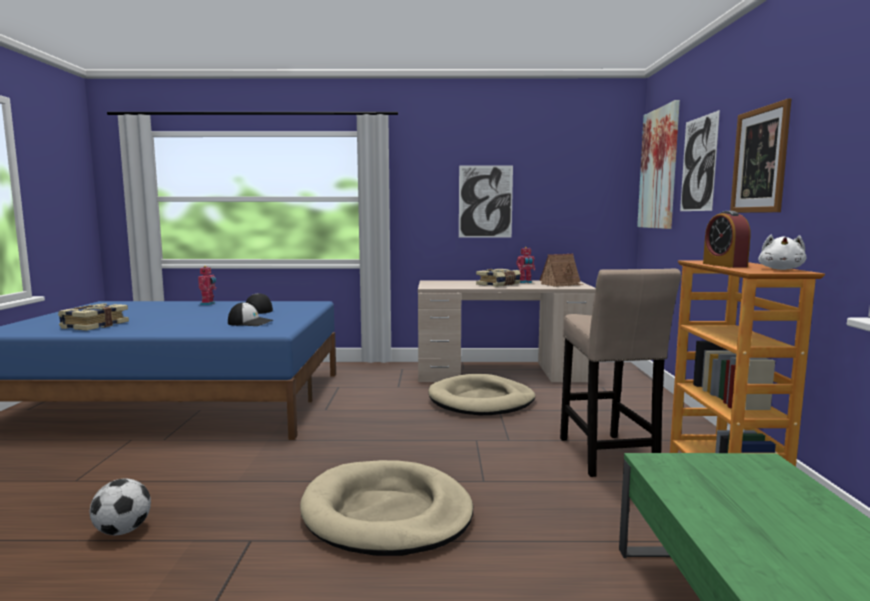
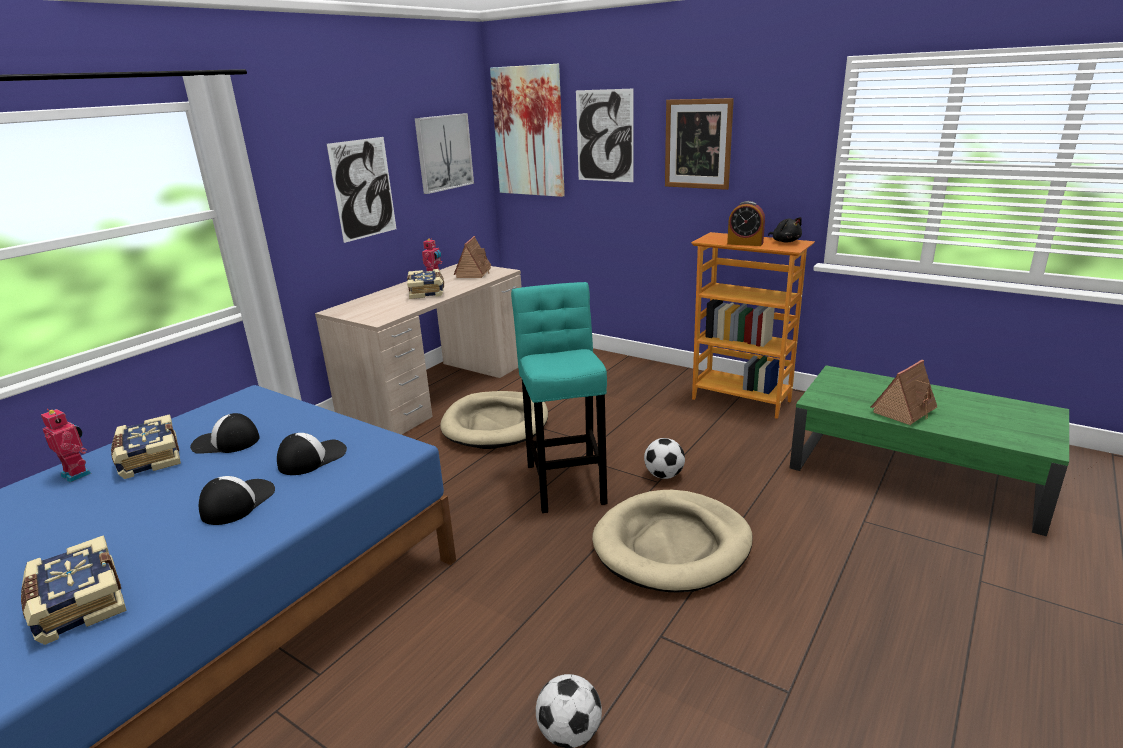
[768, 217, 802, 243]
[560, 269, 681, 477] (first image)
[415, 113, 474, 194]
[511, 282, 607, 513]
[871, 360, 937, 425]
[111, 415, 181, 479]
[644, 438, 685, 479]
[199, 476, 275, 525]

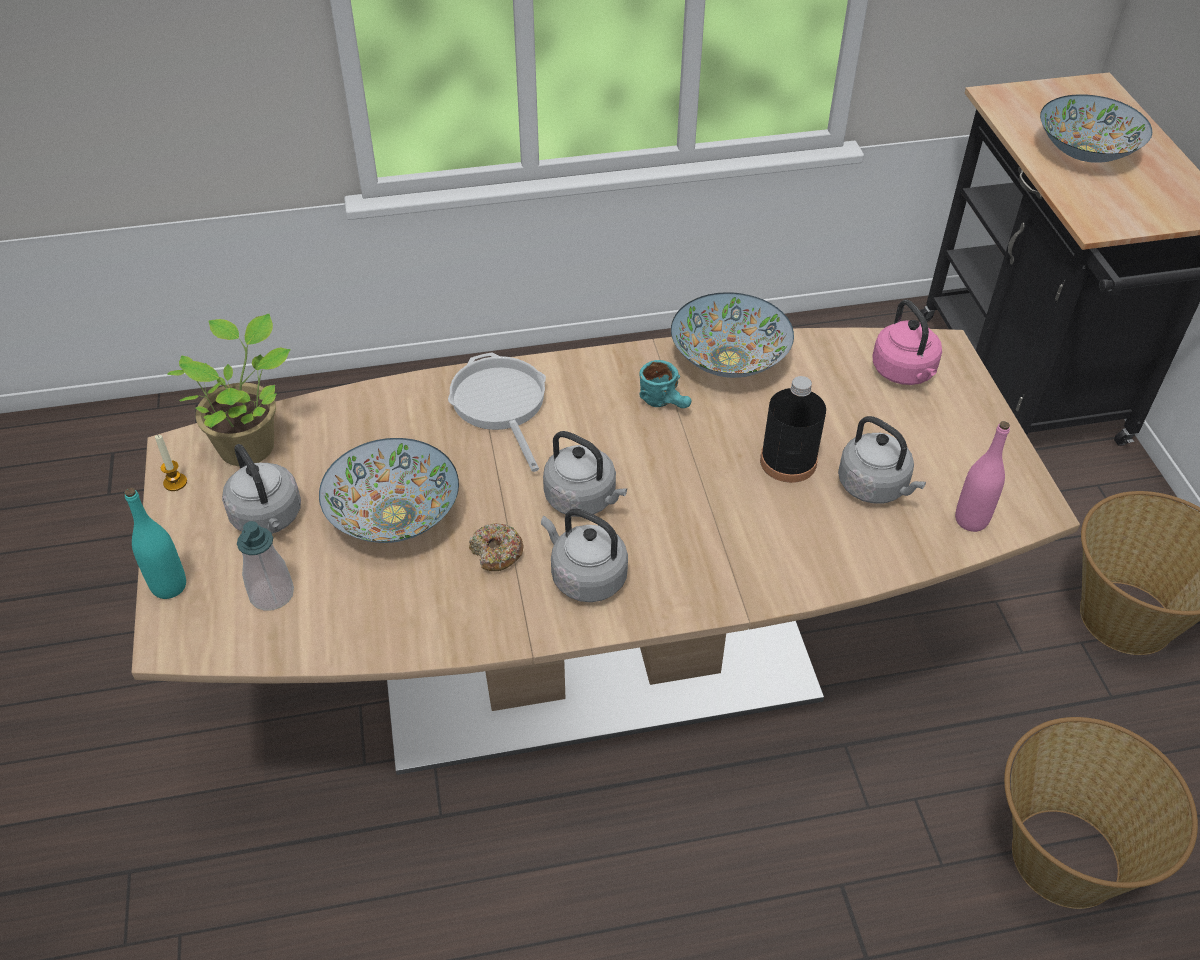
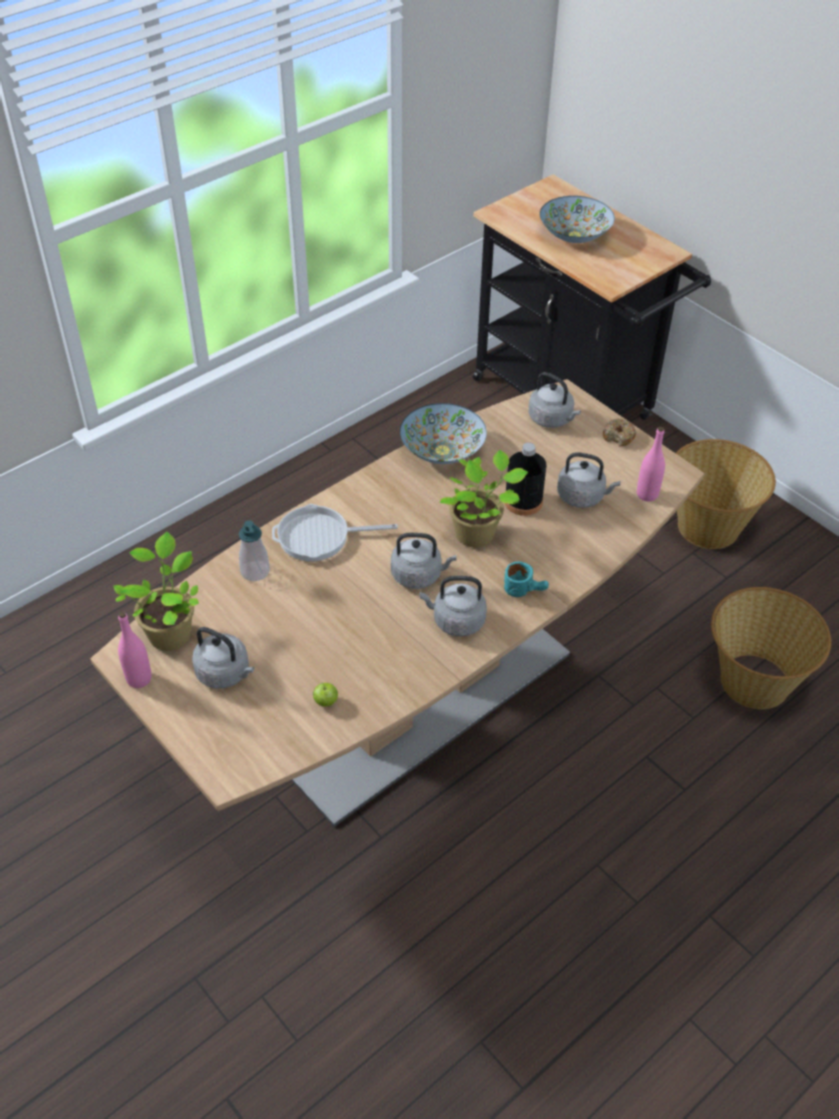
[528, 372, 581, 428]
[272, 504, 398, 561]
[504, 561, 549, 597]
[118, 611, 151, 688]
[319, 438, 459, 543] (first image)
[125, 488, 186, 599] (first image)
[239, 520, 270, 581]
[603, 419, 636, 446]
[440, 450, 528, 547]
[313, 683, 338, 707]

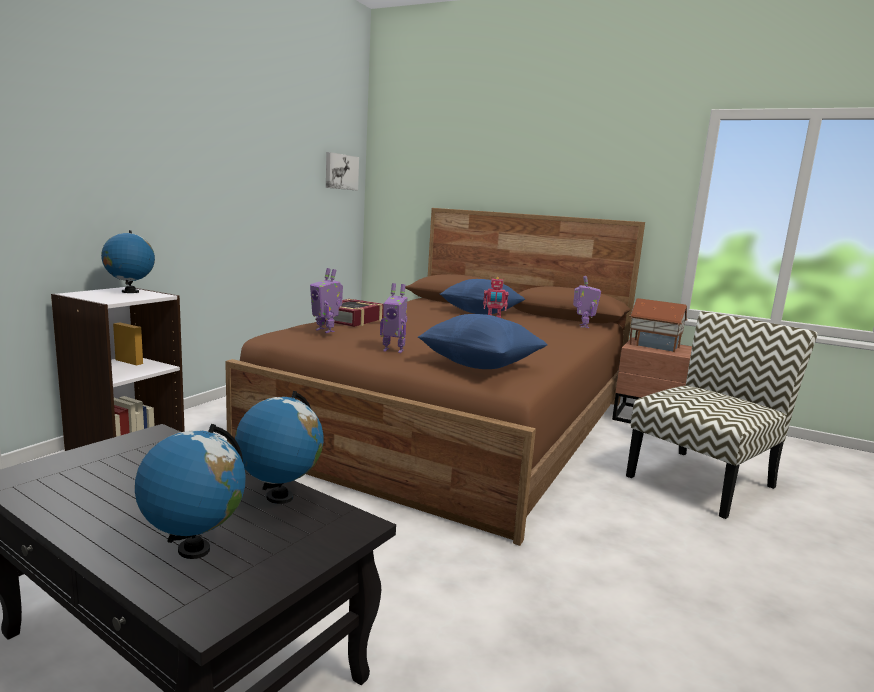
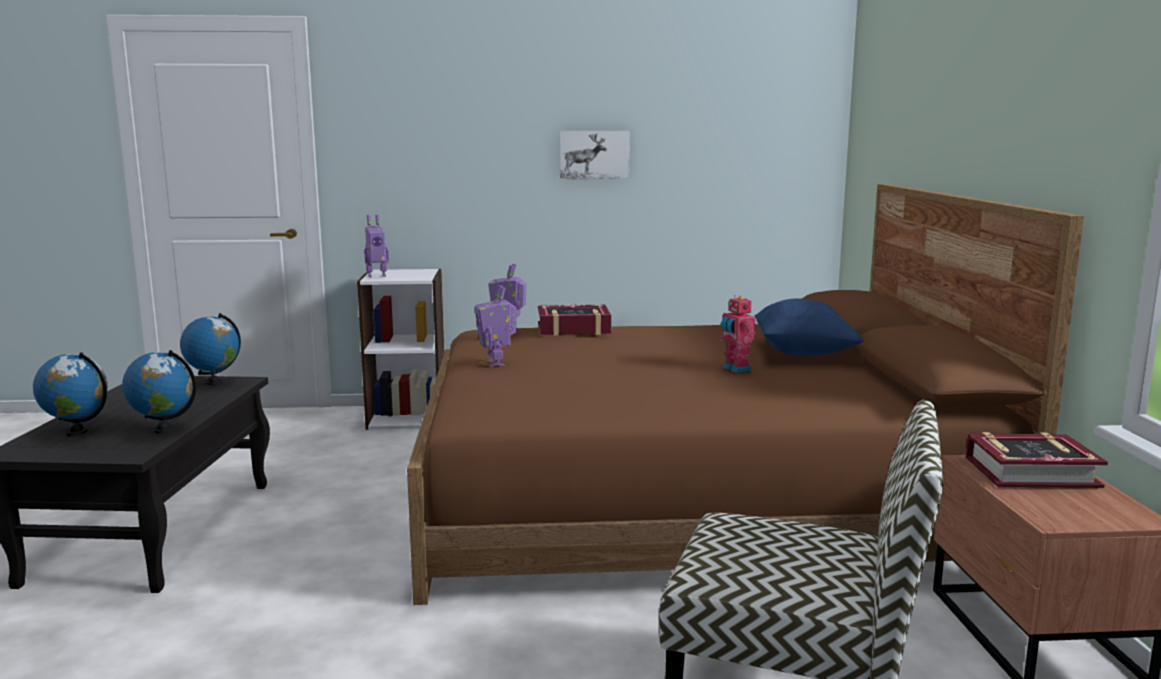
[560, 131, 630, 179]
[180, 313, 241, 385]
[364, 215, 389, 278]
[966, 432, 1108, 488]
[418, 314, 548, 369] (first image)

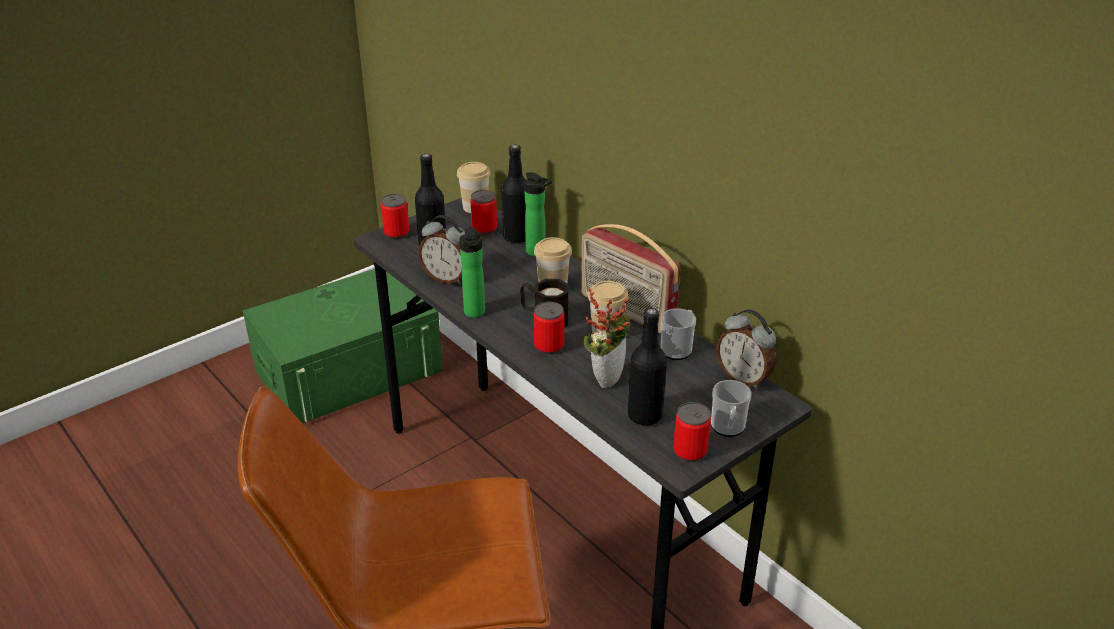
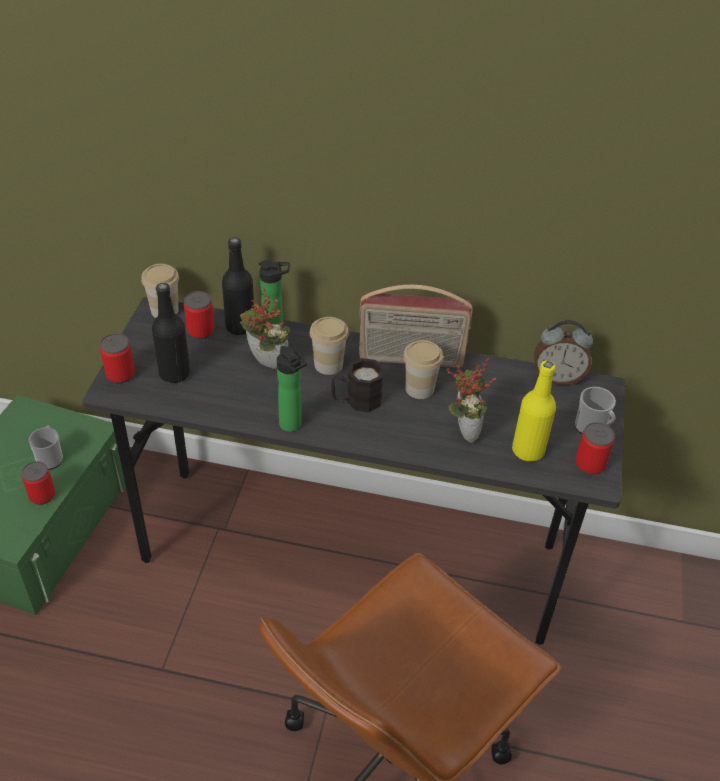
[418, 215, 465, 285] (first image)
[22, 461, 55, 505]
[512, 360, 556, 462]
[29, 425, 63, 470]
[240, 287, 290, 369]

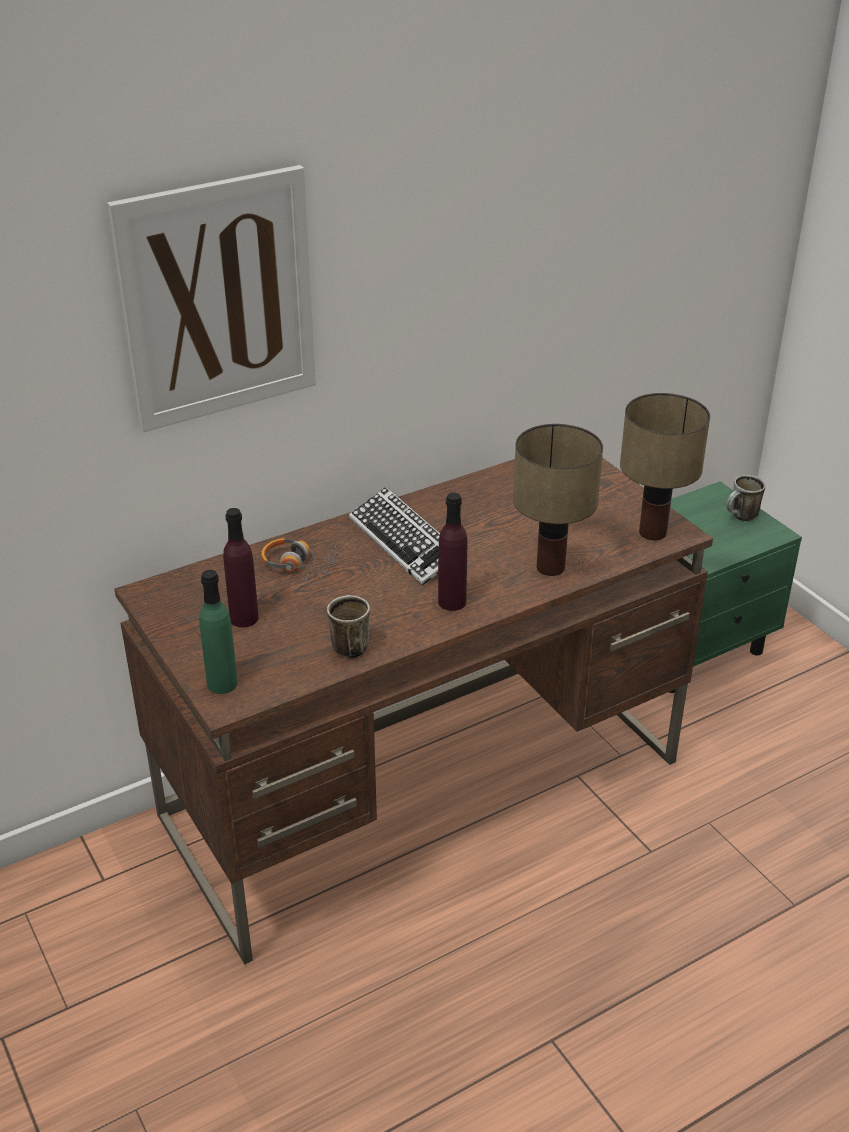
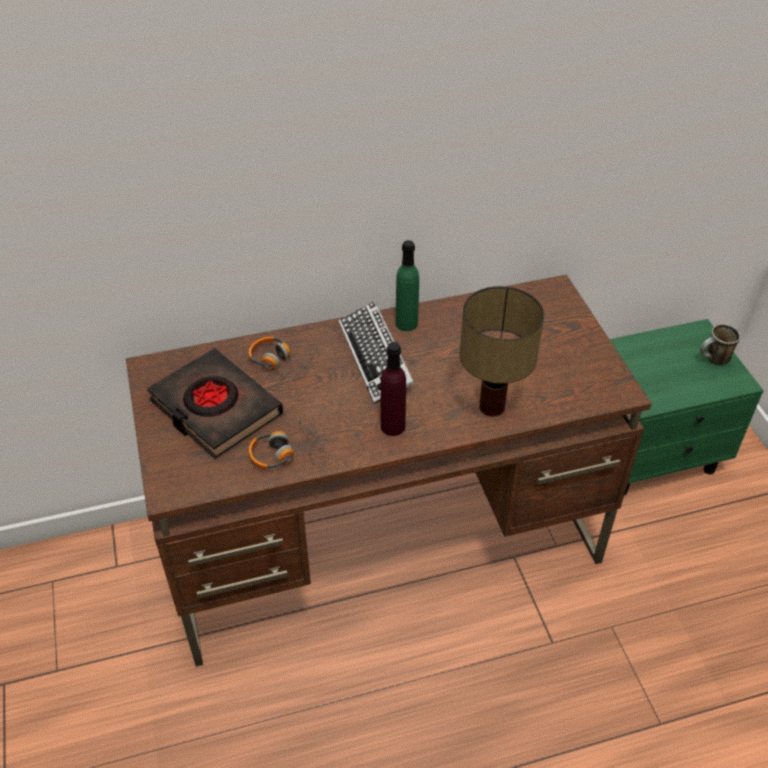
[107, 165, 316, 432] (first image)
[620, 393, 710, 540] (first image)
[147, 348, 283, 459]
[396, 240, 419, 331]
[249, 418, 329, 469]

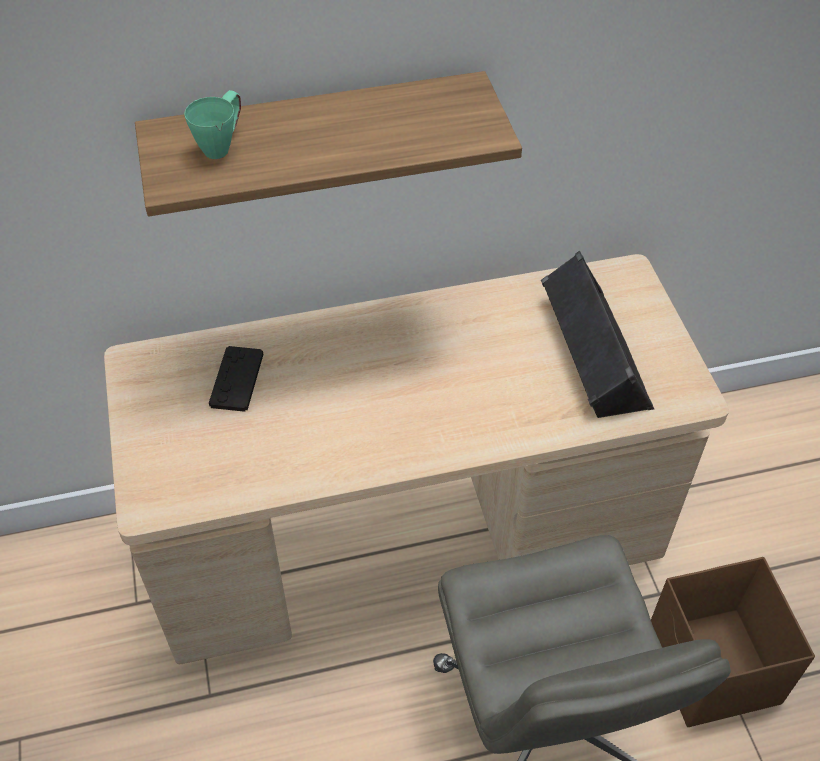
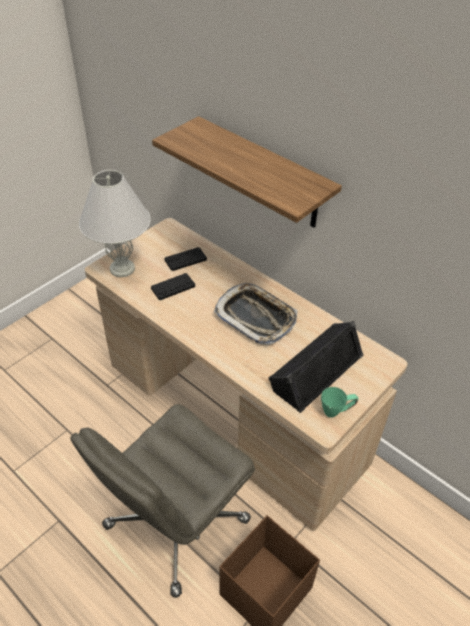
[321, 387, 359, 418]
[79, 170, 150, 277]
[151, 273, 195, 300]
[214, 283, 298, 345]

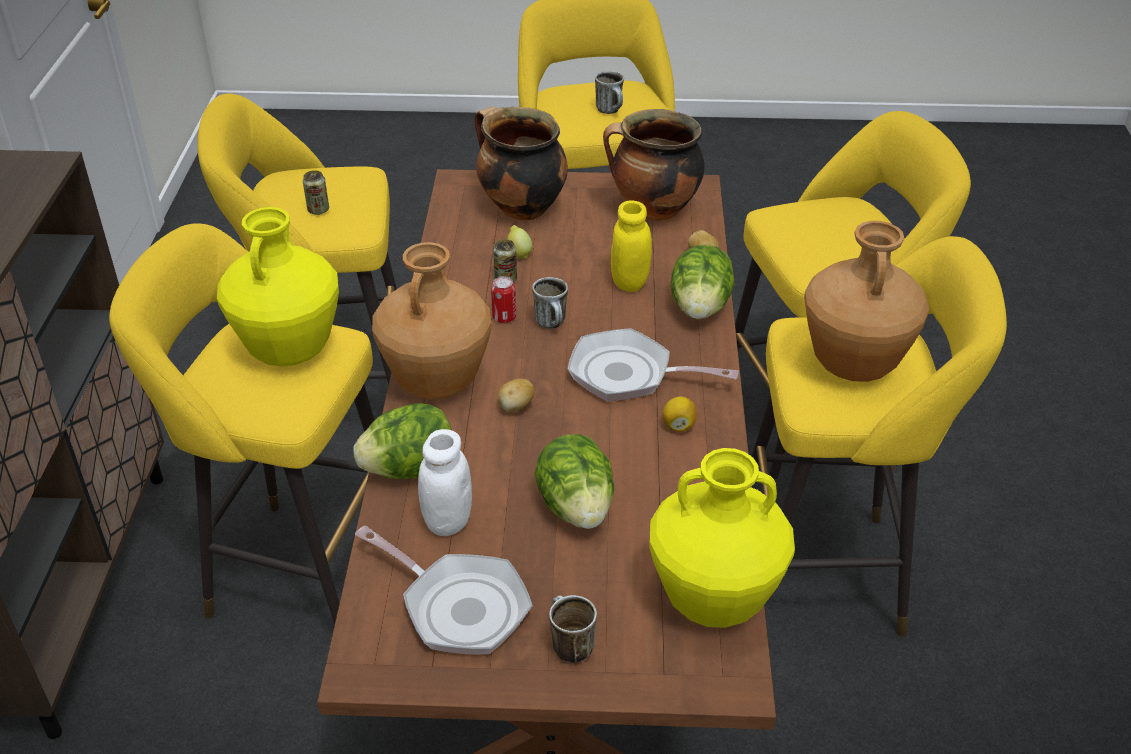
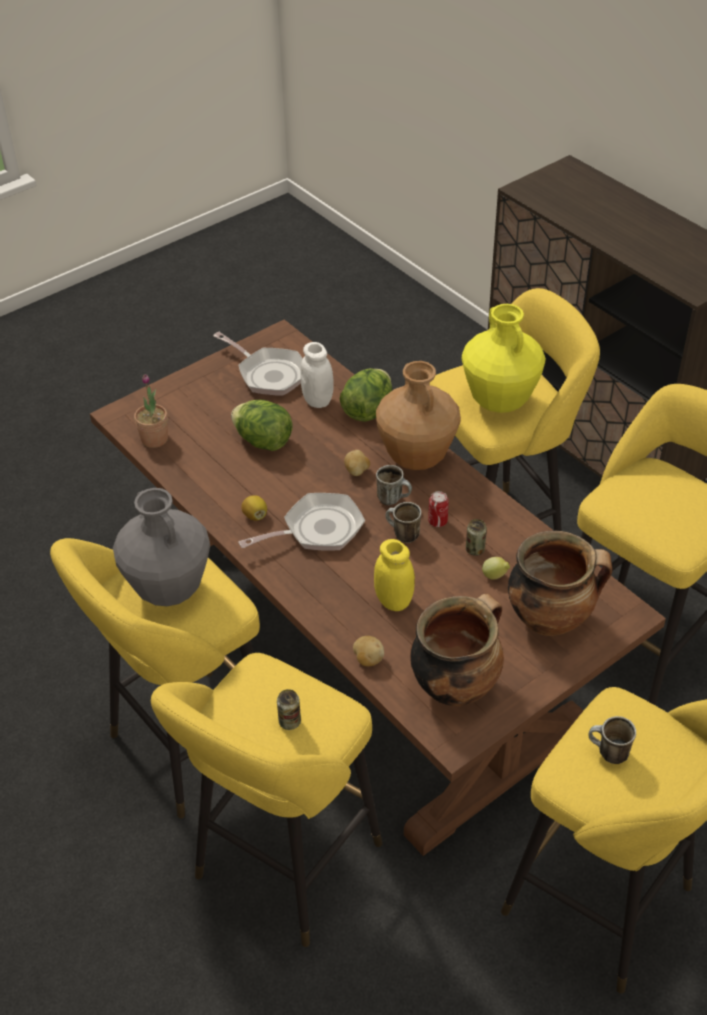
[277, 689, 301, 730]
[113, 488, 210, 606]
[671, 245, 735, 319] (first image)
[134, 374, 168, 448]
[213, 332, 303, 396]
[376, 465, 412, 505]

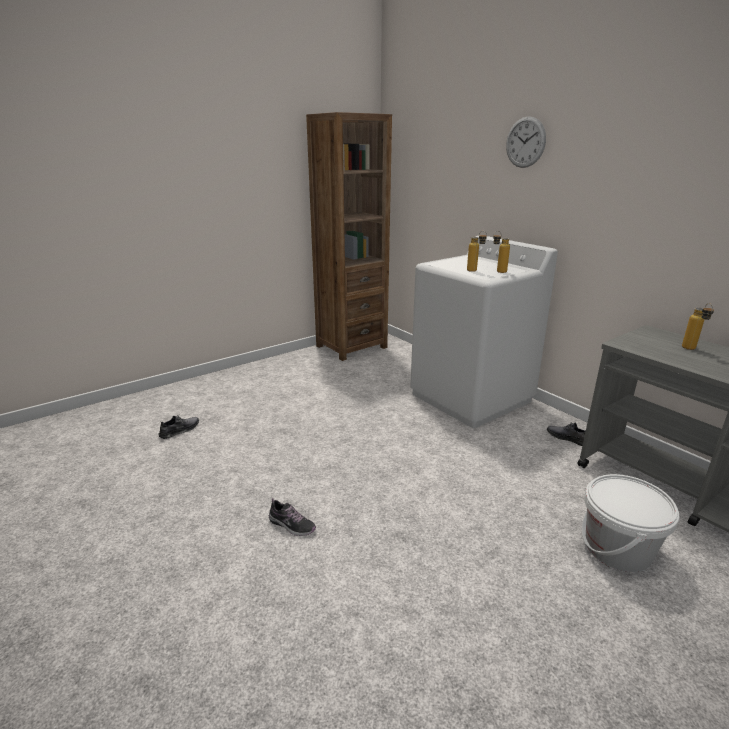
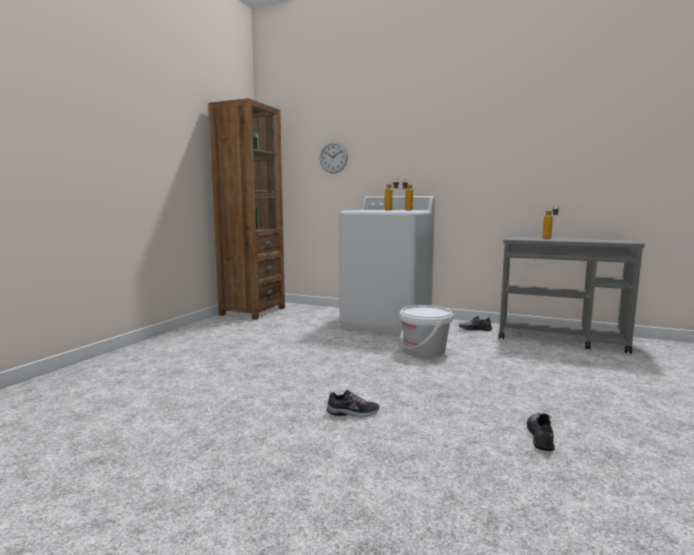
[320, 141, 348, 174]
[527, 413, 555, 451]
[400, 305, 453, 357]

